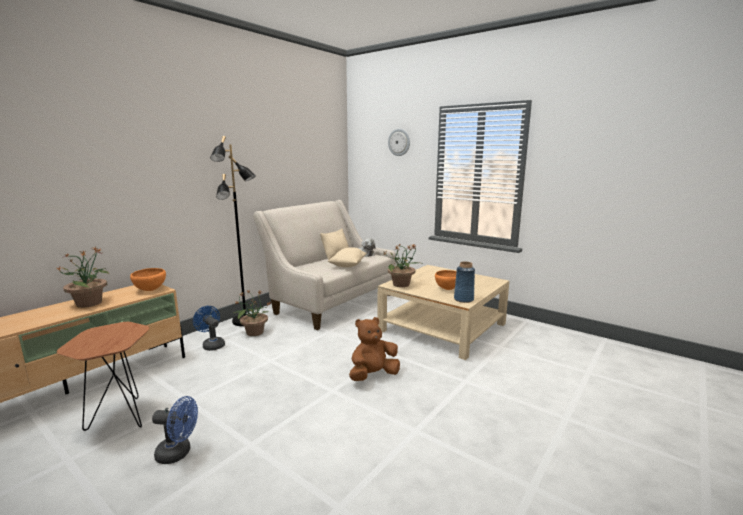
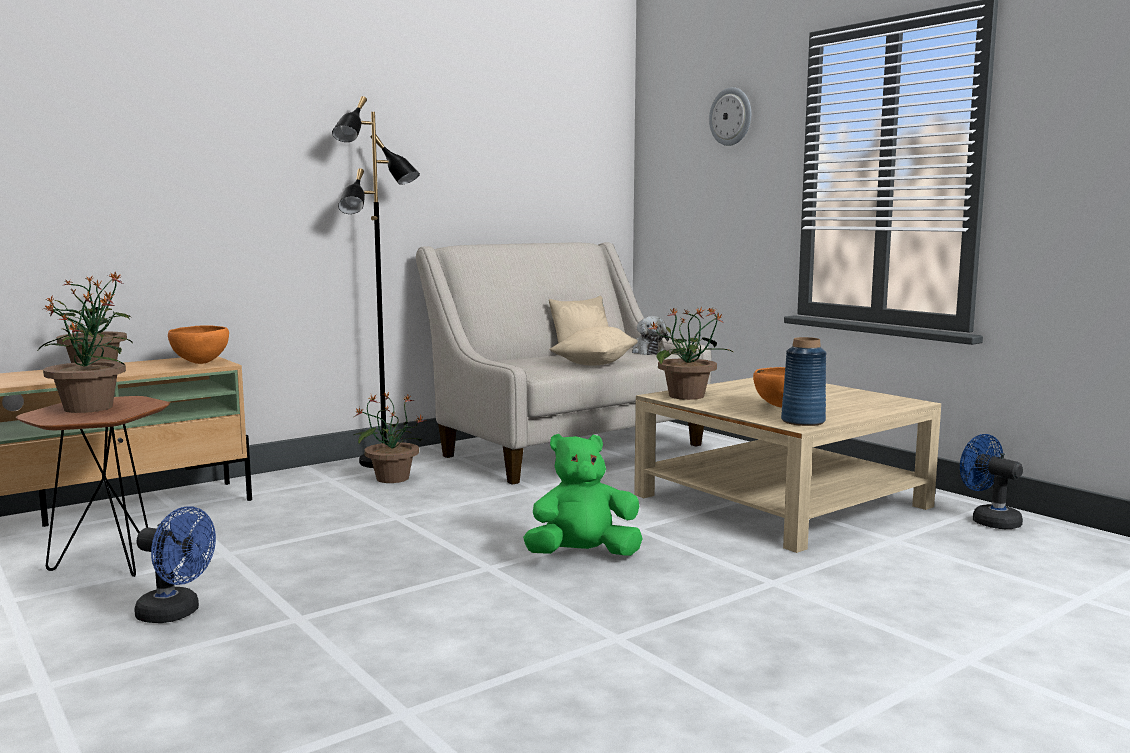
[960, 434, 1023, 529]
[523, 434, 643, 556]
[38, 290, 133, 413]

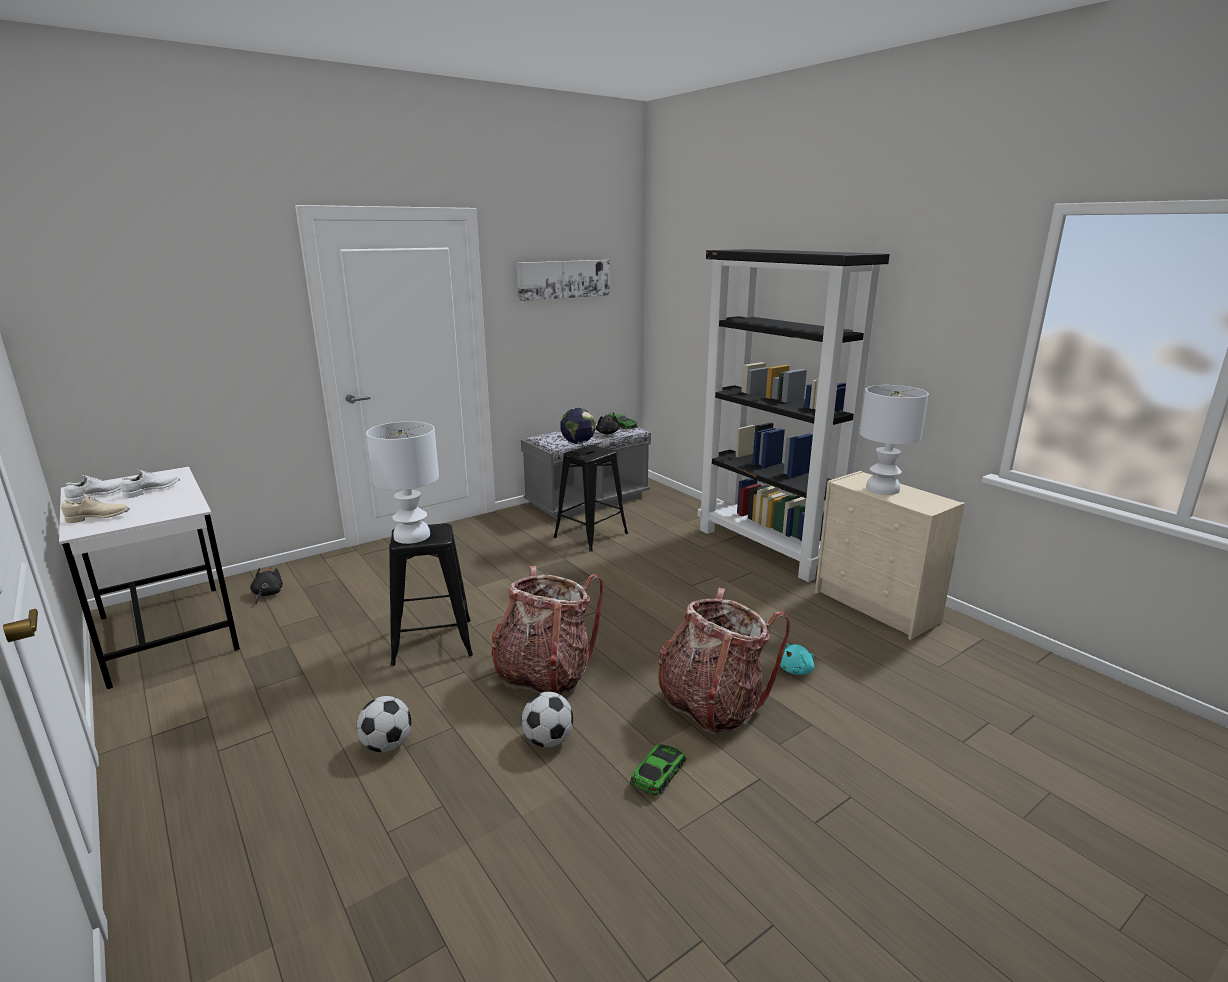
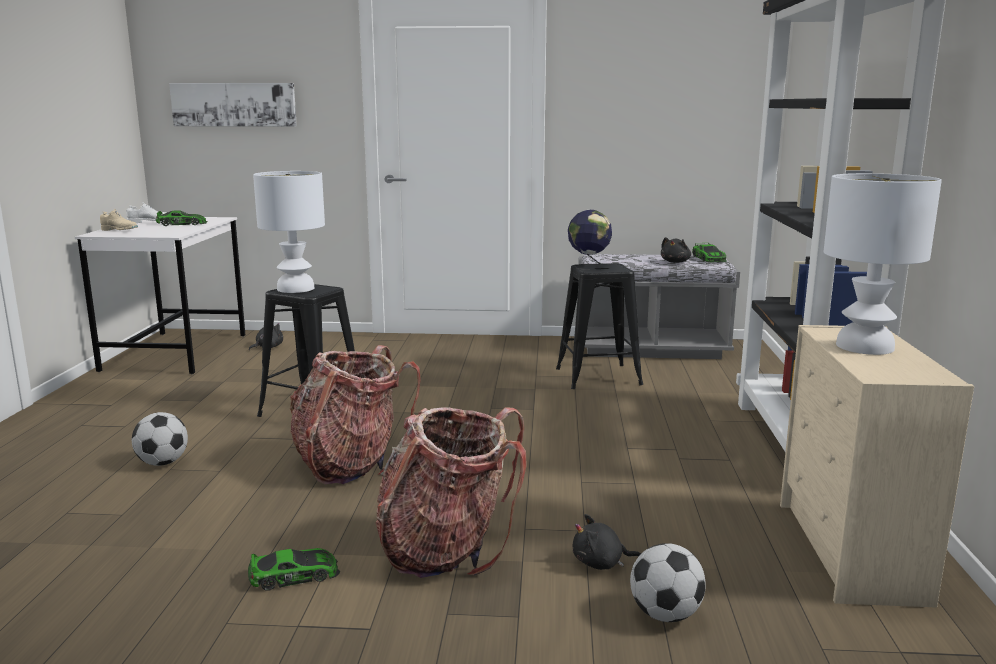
[169, 83, 297, 127]
[156, 211, 208, 226]
[573, 514, 641, 570]
[630, 543, 706, 622]

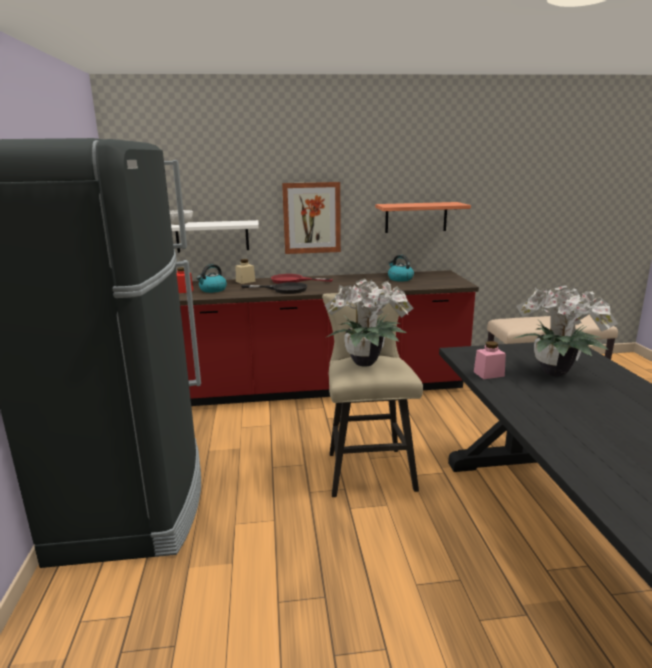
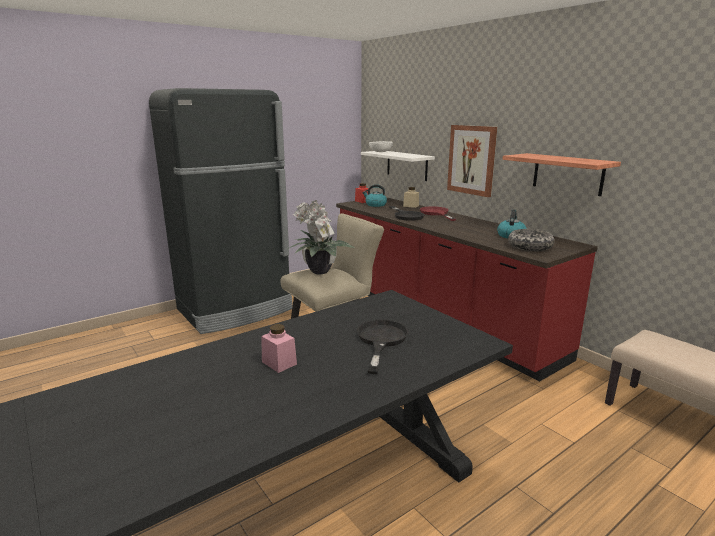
[357, 320, 409, 374]
[261, 324, 297, 373]
[508, 229, 555, 251]

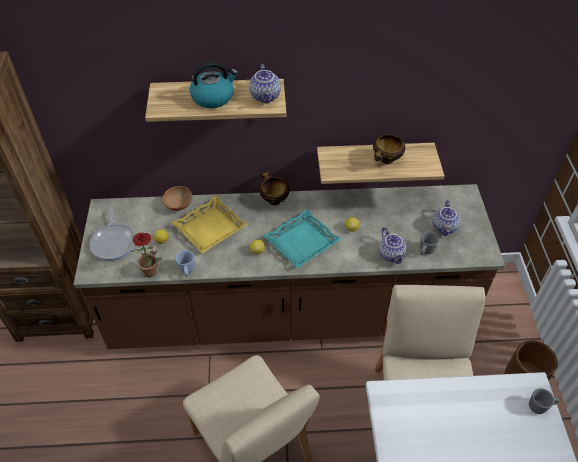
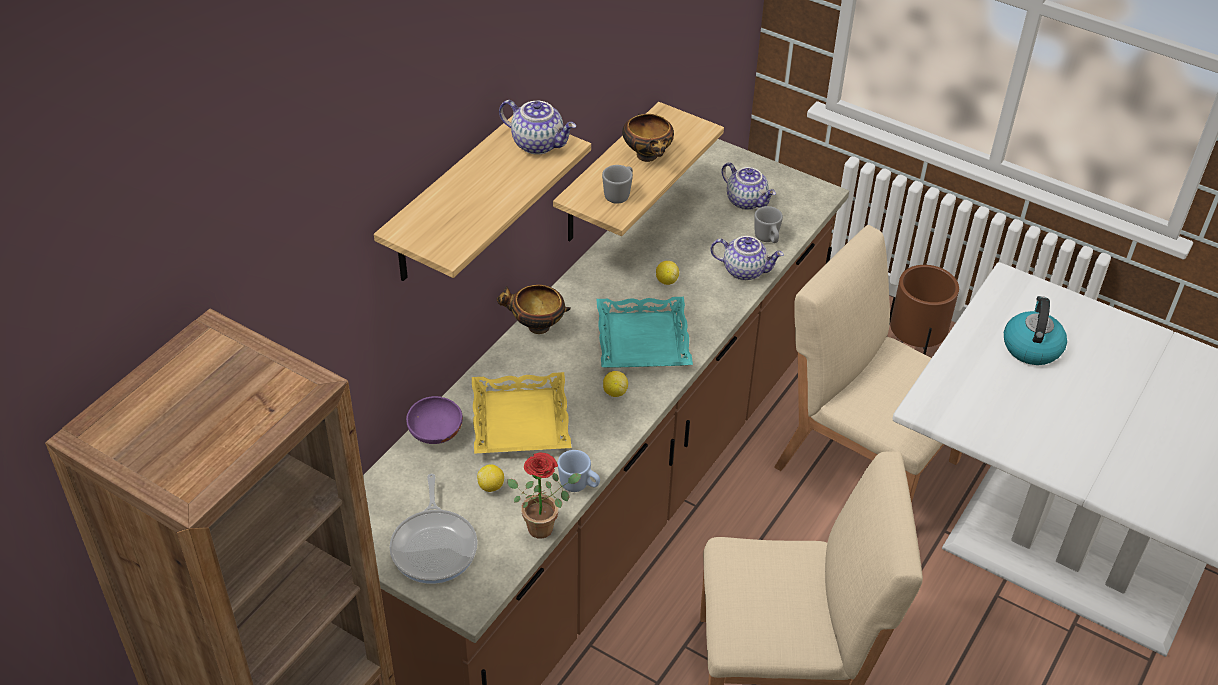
[1004, 296, 1067, 365]
[406, 396, 463, 444]
[389, 474, 478, 584]
[602, 165, 633, 204]

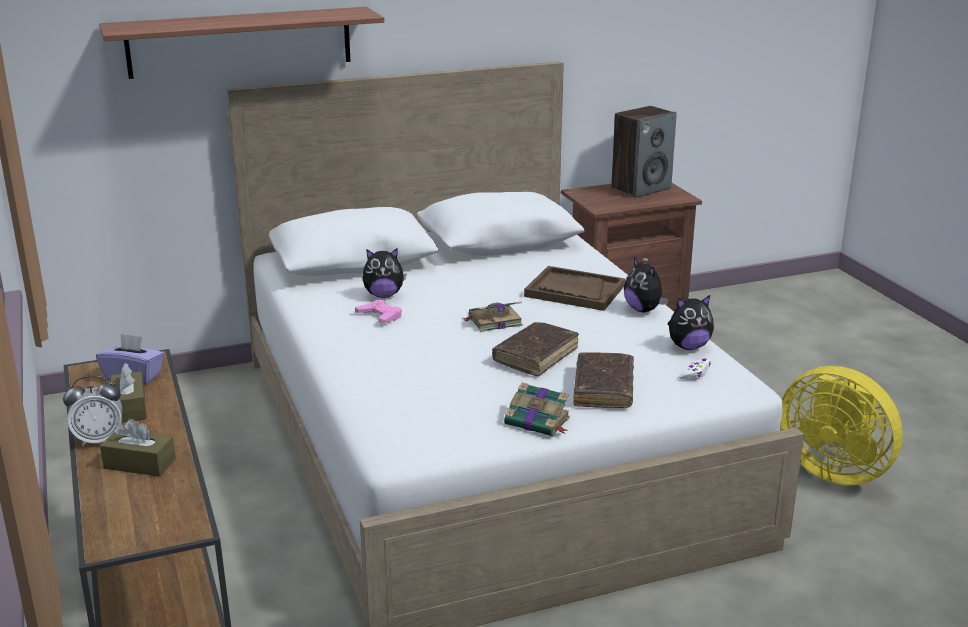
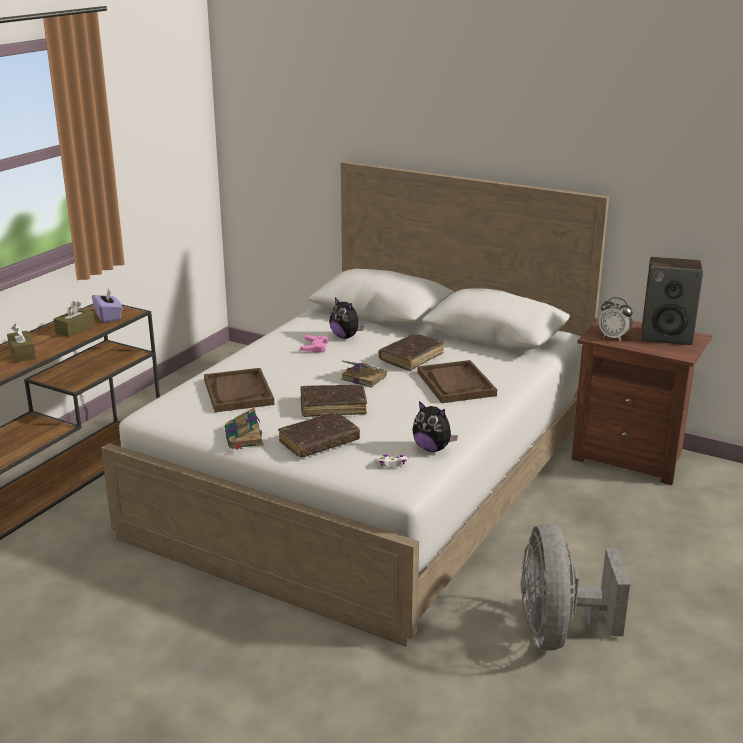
[99, 7, 384, 79] (first image)
[624, 257, 668, 312] (first image)
[521, 524, 630, 651]
[599, 297, 632, 341]
[379, 334, 444, 371]
[204, 368, 274, 412]

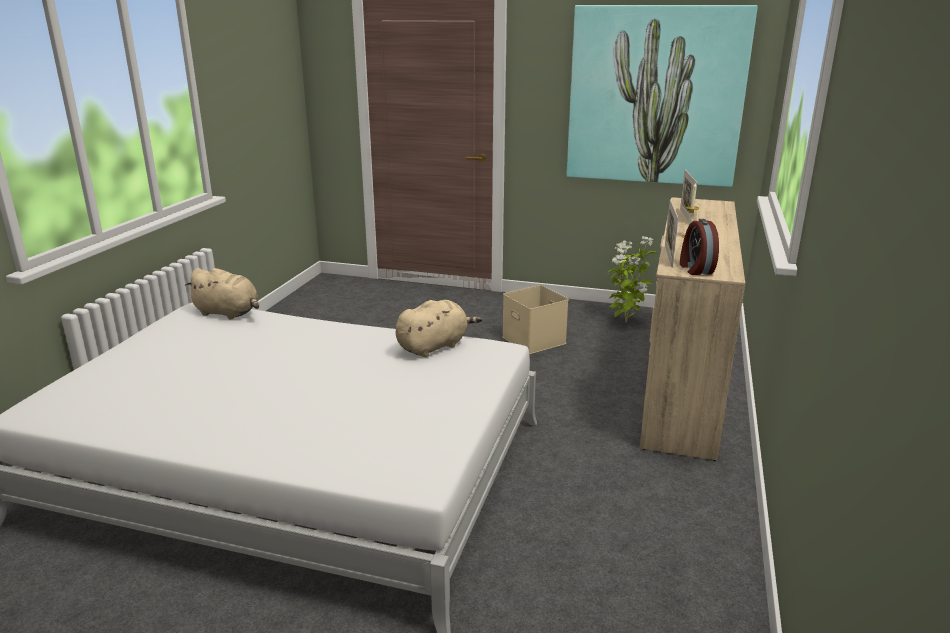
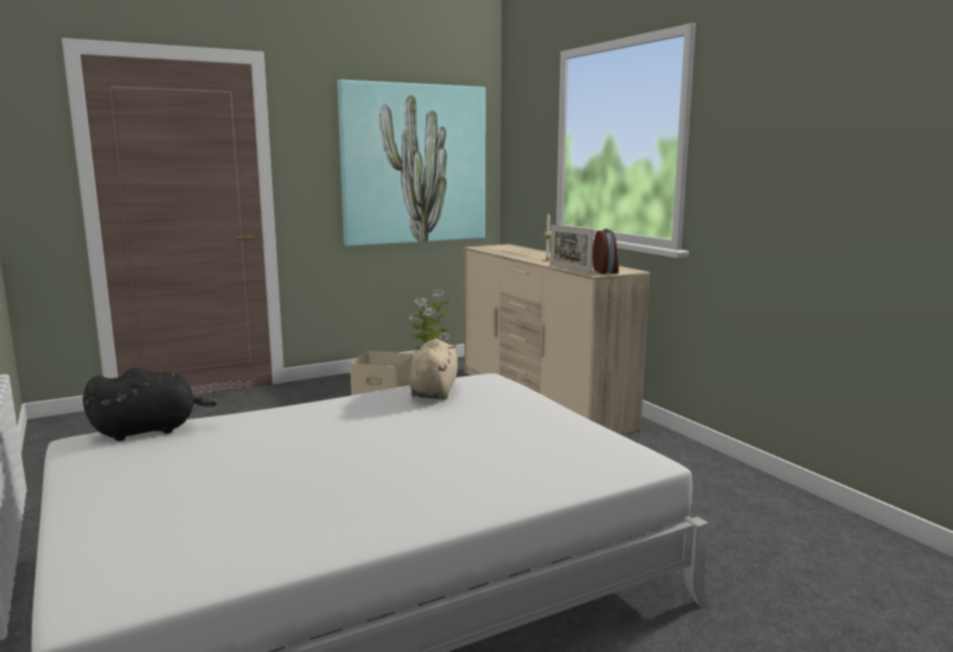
[680, 170, 697, 221] (first image)
[593, 229, 619, 274]
[83, 368, 217, 441]

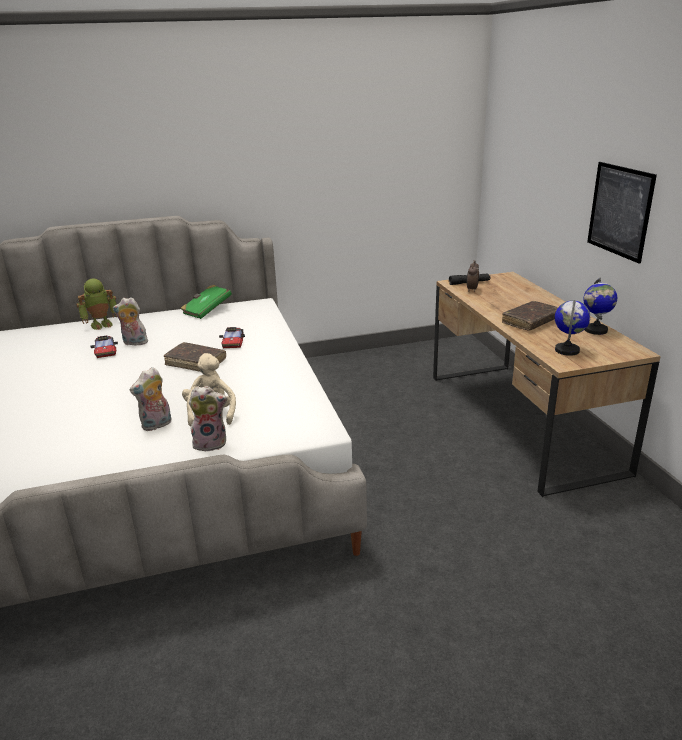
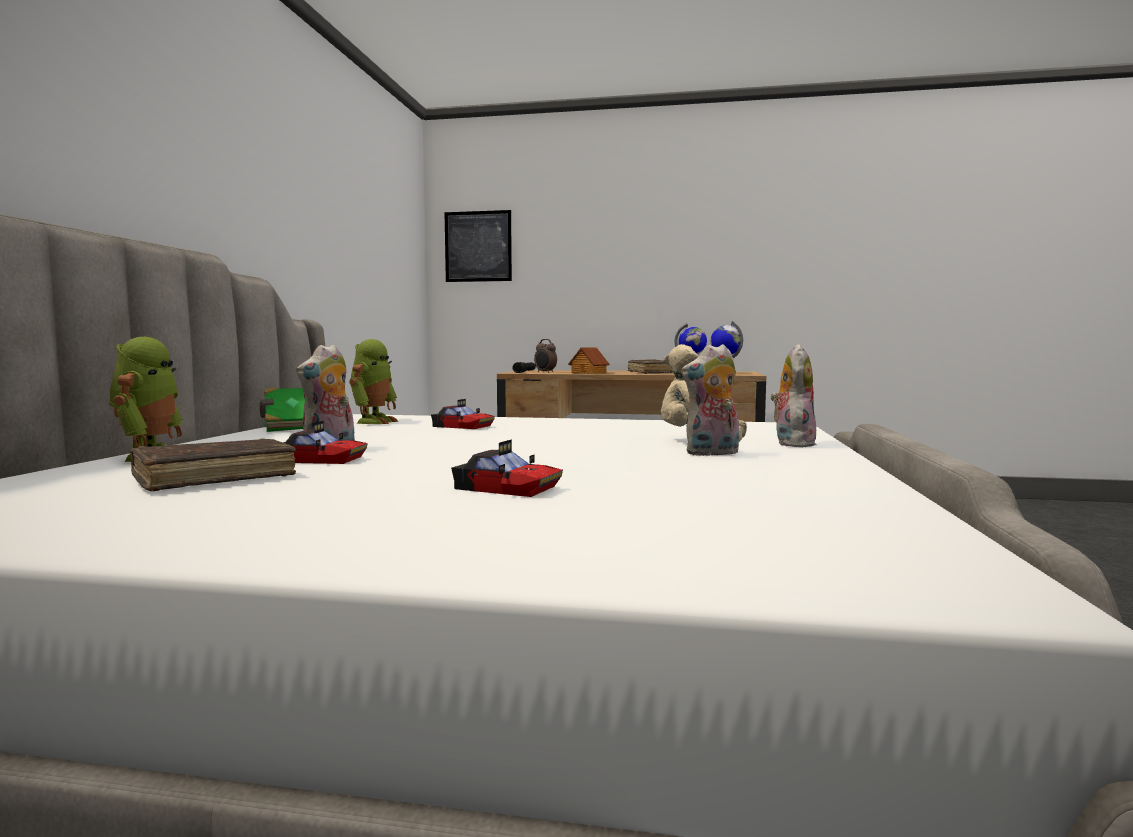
[445, 210, 512, 282]
[130, 438, 296, 491]
[681, 344, 739, 456]
[349, 339, 399, 424]
[568, 347, 610, 374]
[451, 439, 563, 497]

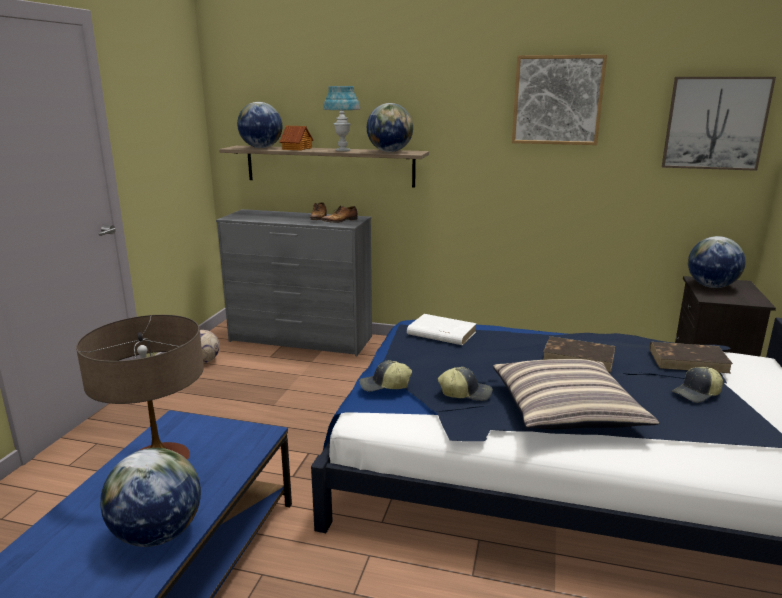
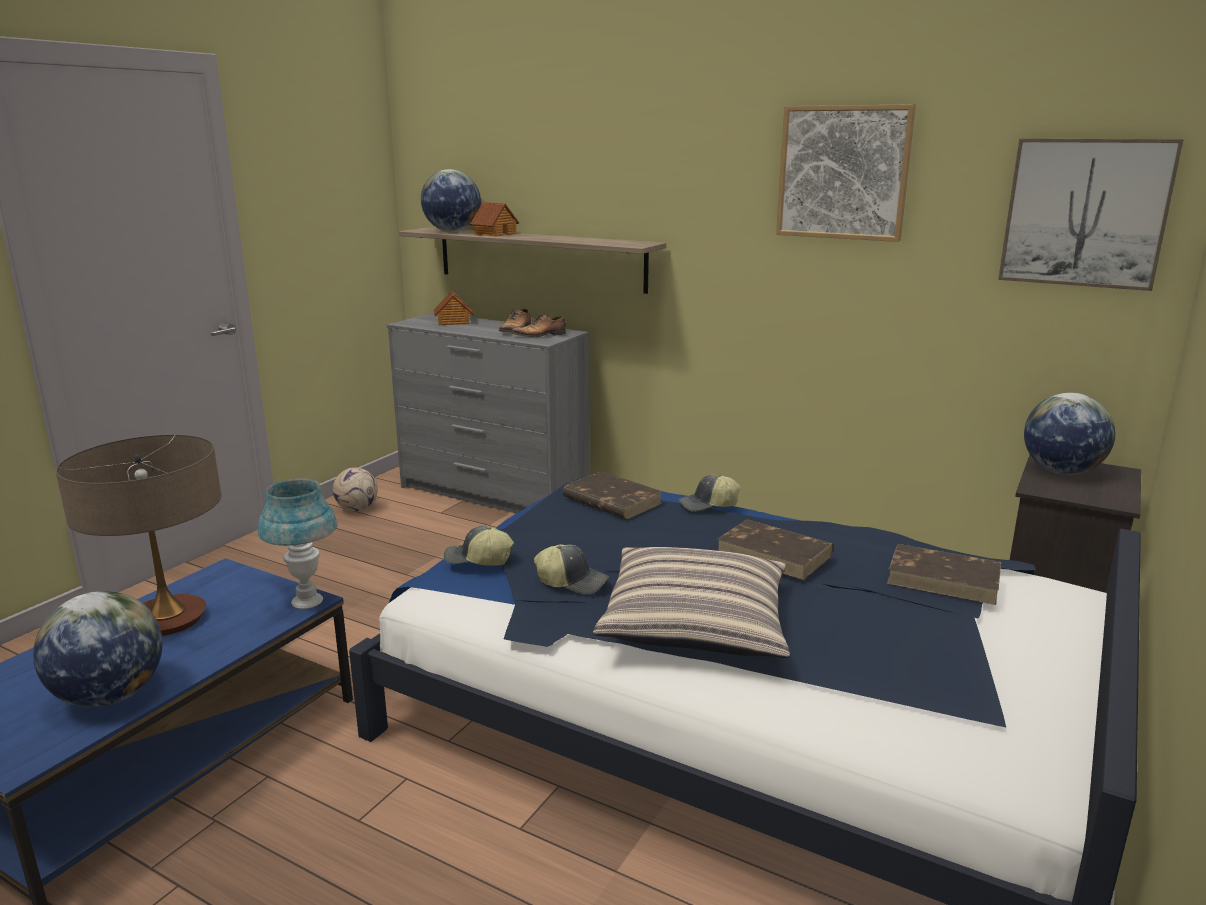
[258, 478, 338, 609]
[367, 103, 413, 152] (first image)
[563, 471, 663, 519]
[678, 474, 740, 511]
[434, 291, 473, 325]

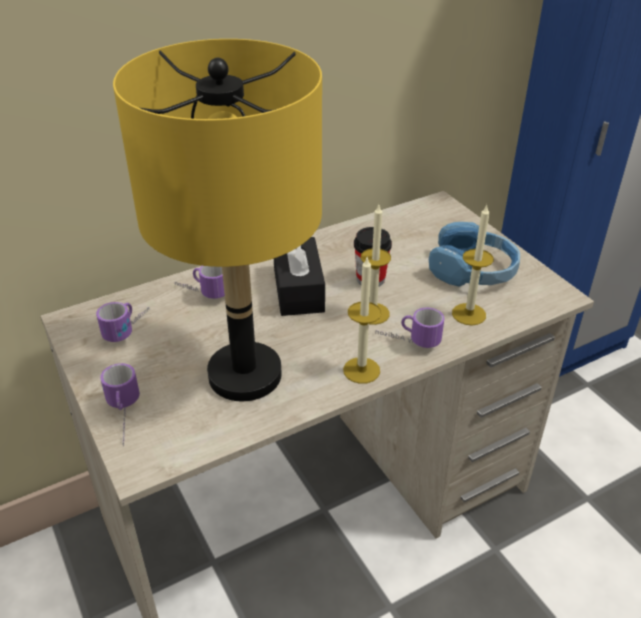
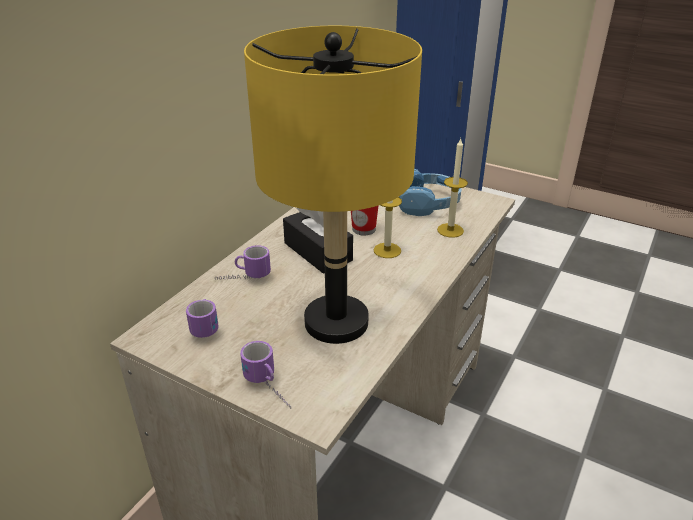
[343, 258, 381, 384] (first image)
[375, 307, 445, 348] (first image)

